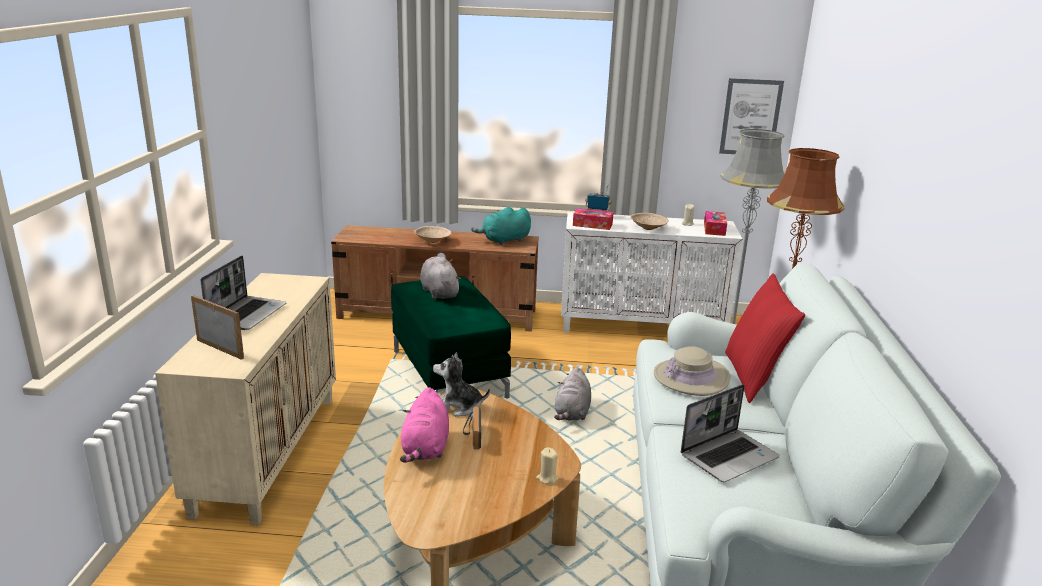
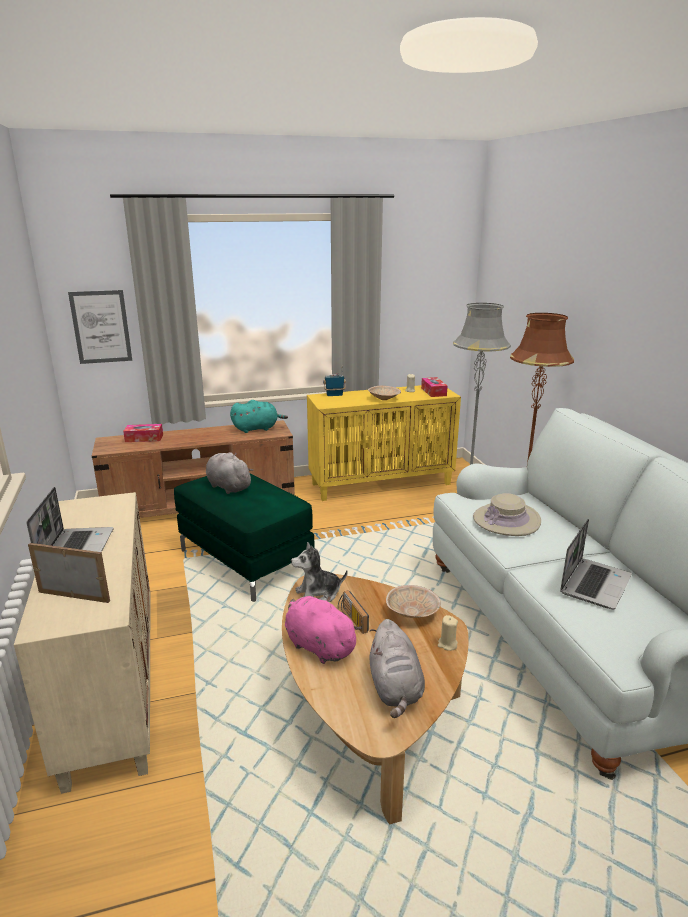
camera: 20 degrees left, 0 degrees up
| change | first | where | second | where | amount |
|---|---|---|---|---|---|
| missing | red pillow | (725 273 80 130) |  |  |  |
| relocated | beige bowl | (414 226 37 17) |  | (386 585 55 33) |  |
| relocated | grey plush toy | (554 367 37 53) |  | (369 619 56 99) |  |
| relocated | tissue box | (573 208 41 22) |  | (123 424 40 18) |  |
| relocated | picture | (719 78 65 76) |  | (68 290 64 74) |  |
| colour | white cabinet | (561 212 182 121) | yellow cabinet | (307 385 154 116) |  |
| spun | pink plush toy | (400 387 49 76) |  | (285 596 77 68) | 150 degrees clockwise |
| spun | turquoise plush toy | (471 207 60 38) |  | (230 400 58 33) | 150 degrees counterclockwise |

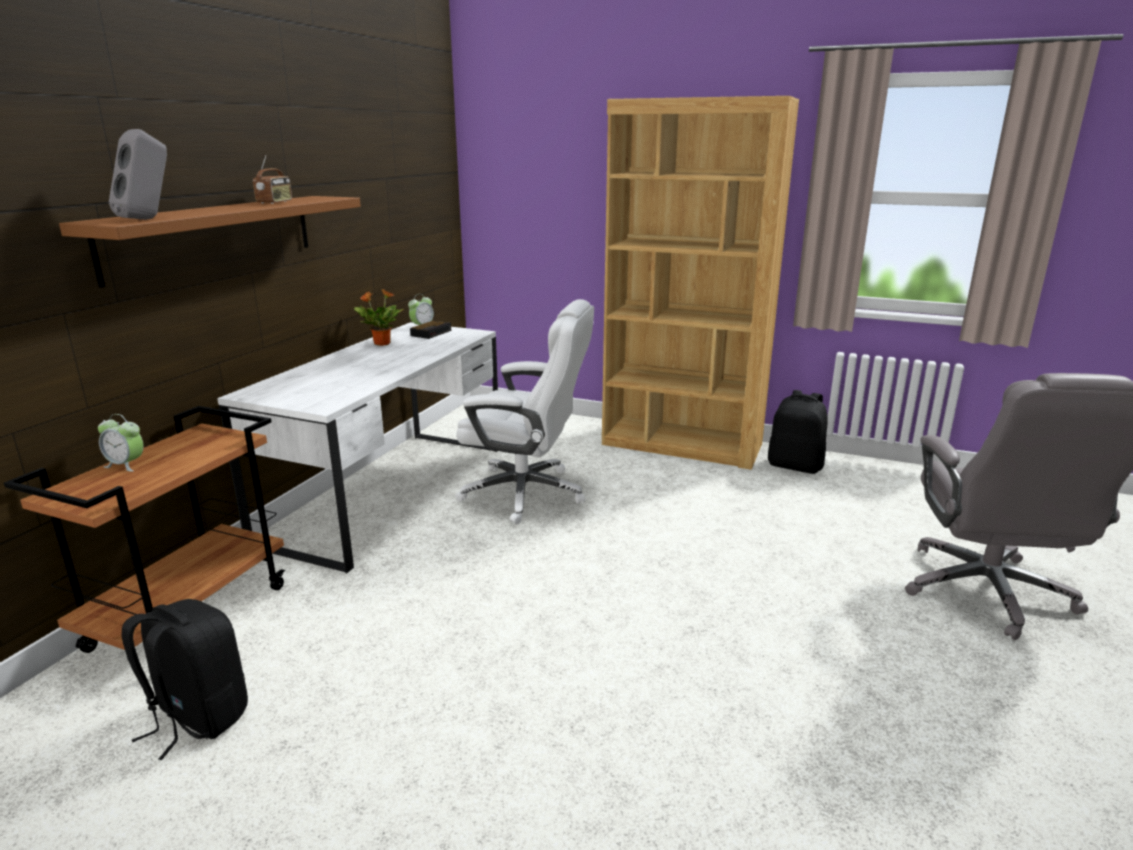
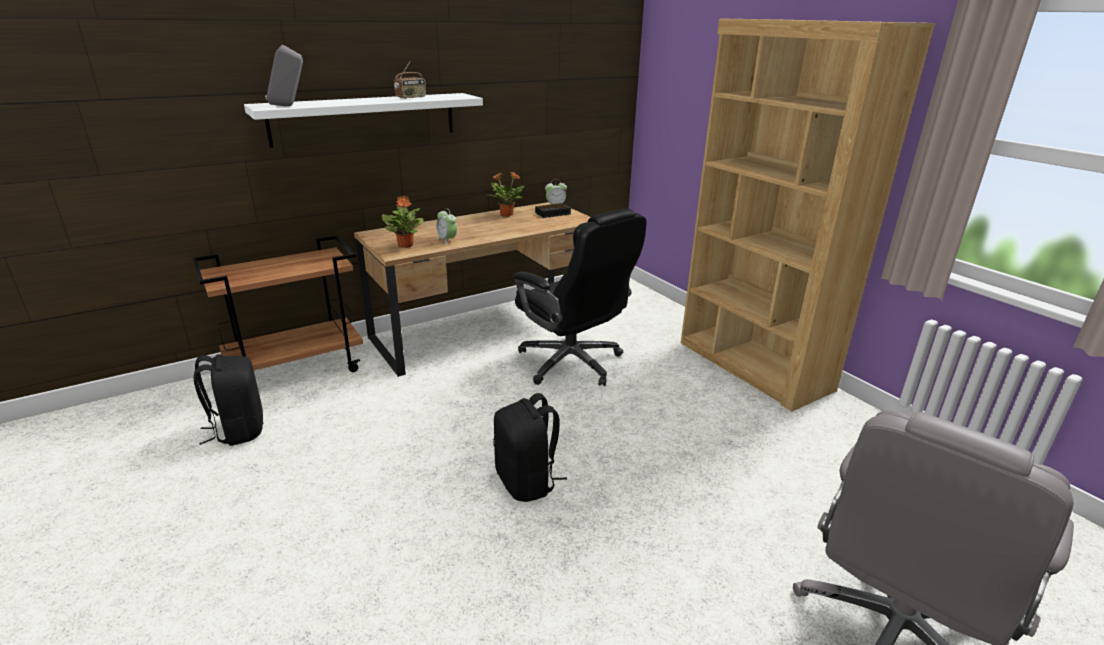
camera: 35 degrees right, 5 degrees up
| change | first | where | second | where | amount |
|---|---|---|---|---|---|
| appeared |  |  | potted plant | (382 196 42 52) |  |
| relocated | alarm clock | (98 414 46 58) |  | (436 208 21 37) |  |
| relocated | black backpack | (768 390 60 84) |  | (493 393 74 109) |  |
| colour | brown shelf | (59 196 302 92) | white shelf | (244 93 239 55) |  |
| colour | white desk | (217 322 281 251) | brown desk | (354 202 237 175) |  |
| colour | white office chair | (455 299 139 226) | black office chair | (513 208 134 178) |  |

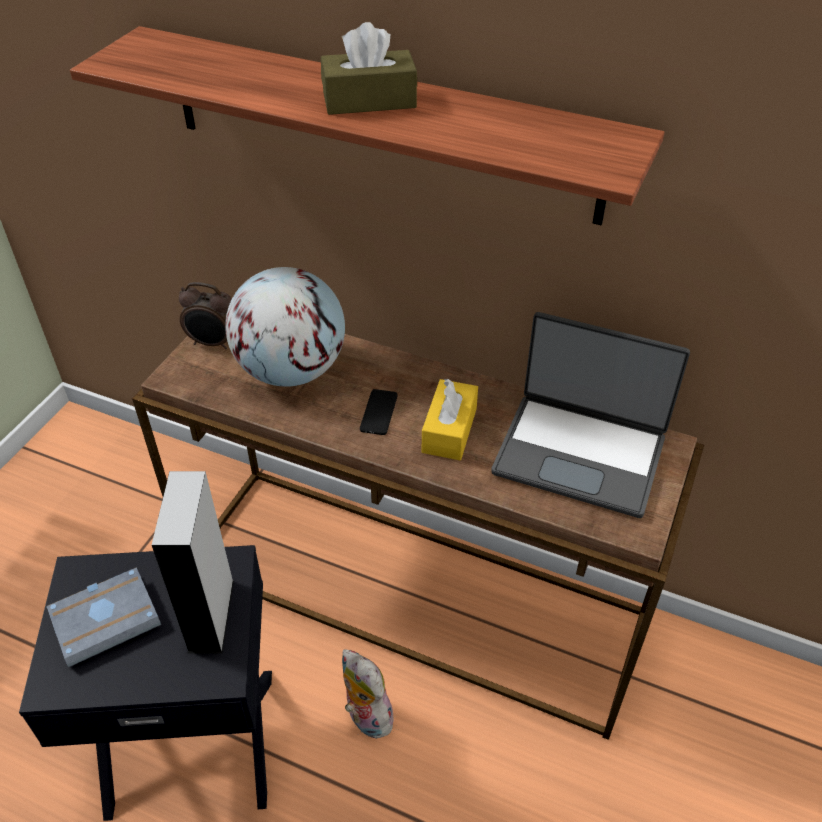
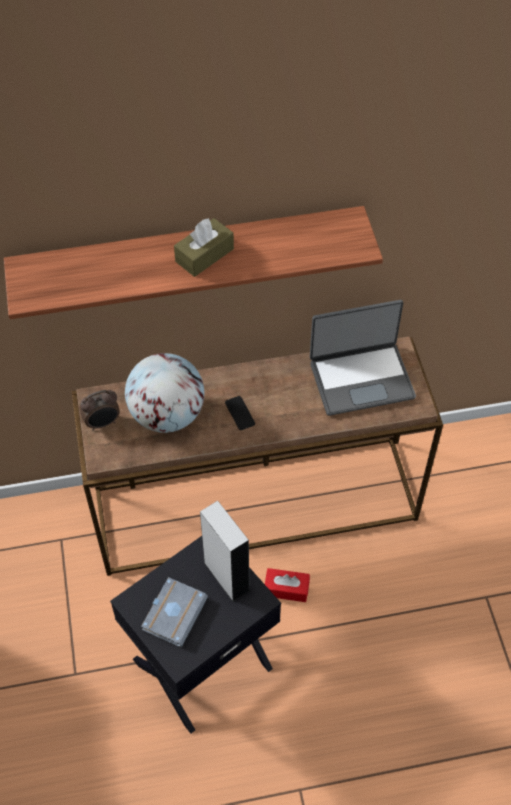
camera: 35 degrees left, 10 degrees up
| change | first | where | second | where | amount |
|---|---|---|---|---|---|
| missing | yellow tissue box | (422 379 56 81) |  |  |  |
| exchanged | plush toy | (342 649 56 90) | red tissue box | (265 568 45 34) |  |

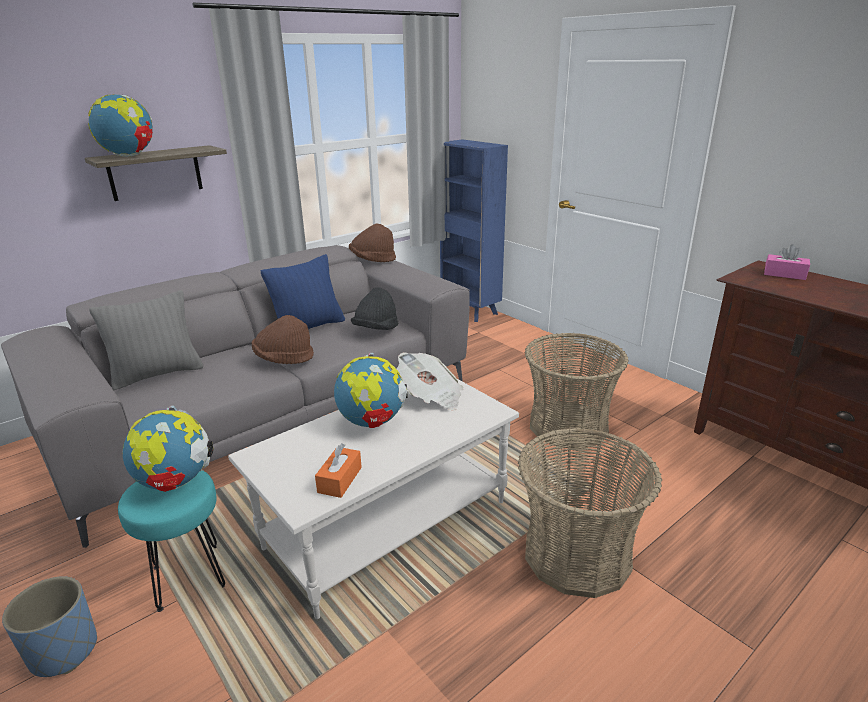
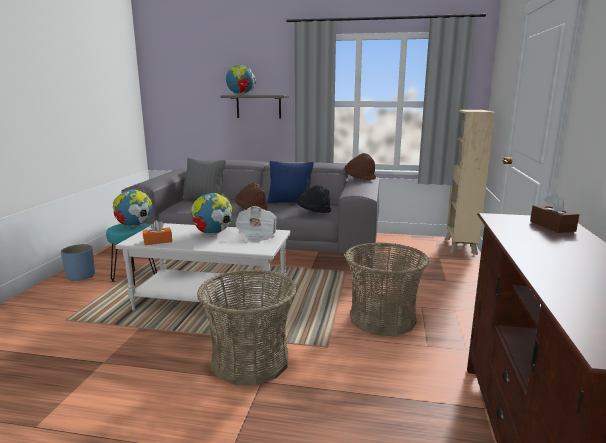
camera: 50 degrees right, 10 degrees down
| change | first | where | second | where | amount |
|---|---|---|---|---|---|
| colour | blue bookcase | (440 139 68 183) | beige bookcase | (445 110 50 145) |  |
| colour | pink tissue box | (764 244 46 36) | brown tissue box | (530 193 49 40) |  |

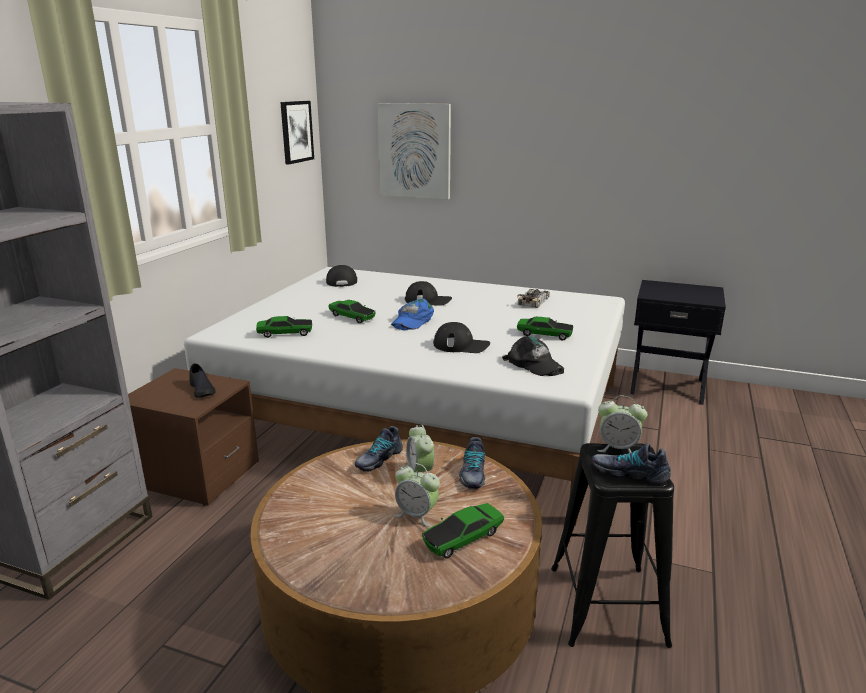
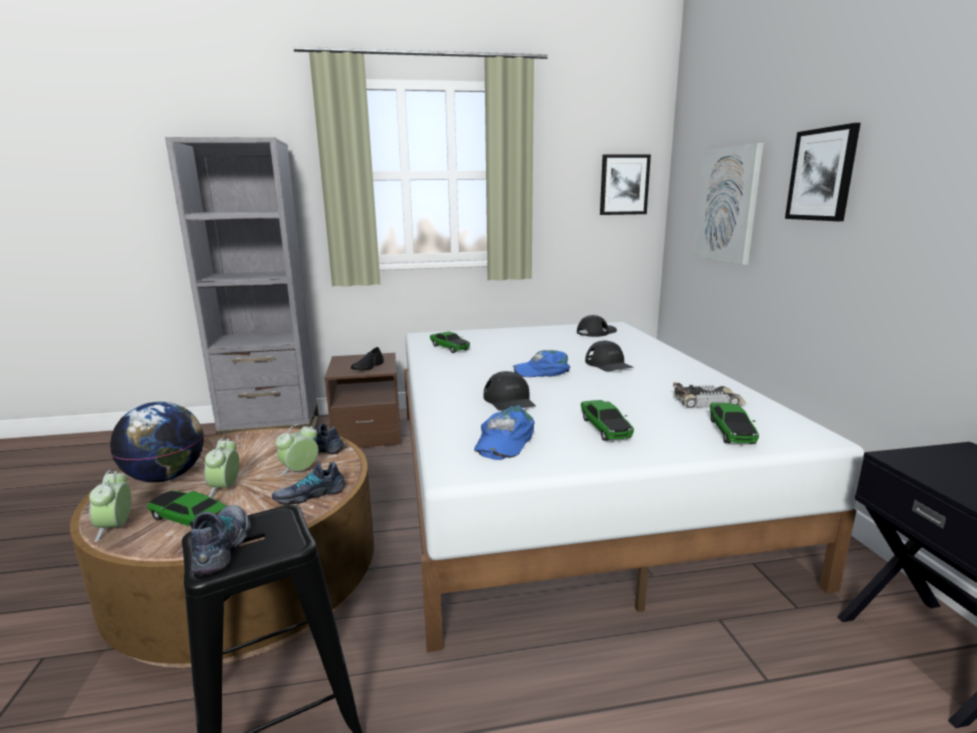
camera: 60 degrees right, 5 degrees down
| change | first | where | second | where | amount |
|---|---|---|---|---|---|
| appeared |  |  | globe | (110 401 94 81) |  |
| appeared |  |  | picture | (785 123 76 98) |  |
| relocated | toy car | (328 300 48 23) |  | (710 403 49 41) |  |
| relocated | alarm clock | (598 396 49 57) |  | (89 470 42 72) |  |
| colour | black cap | (502 336 62 40) | blue cap | (474 405 60 55) |  |

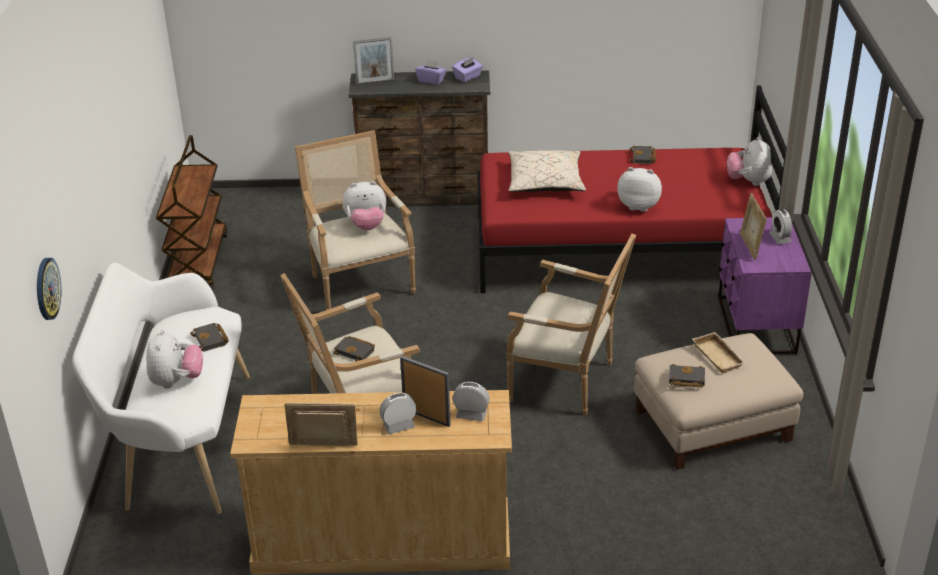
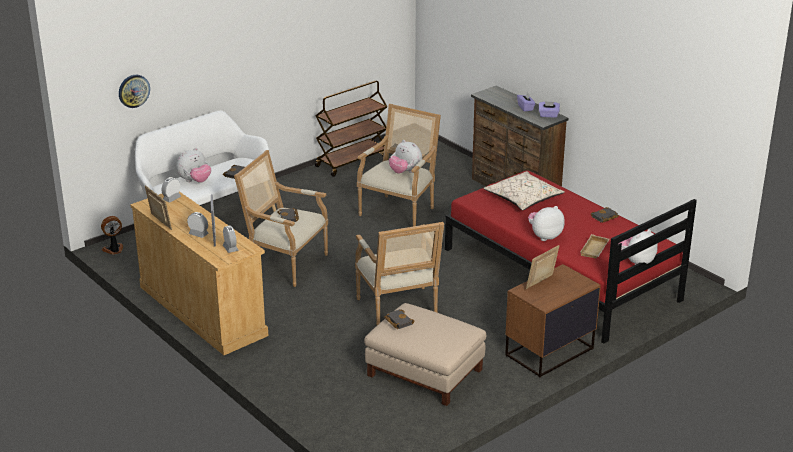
camera: 50 degrees right, 5 degrees down
| change | first | where | second | where | amount |
|---|---|---|---|---|---|
| missing | picture frame | (353 37 41 48) |  |  |  |
| appeared |  |  | fan | (101 216 22 39) |  |
| relocated | beige tray | (692 332 55 42) |  | (580 234 29 24) |  |
| relocated | alarm clock | (769 209 23 35) |  | (162 177 19 25) |  |
| colour | purple nightstand | (718 217 94 137) | brown nightstand | (505 264 96 114) |  |
| spun | plush toy | (617 167 45 45) |  | (528 206 37 35) | 90 degrees counterclockwise |

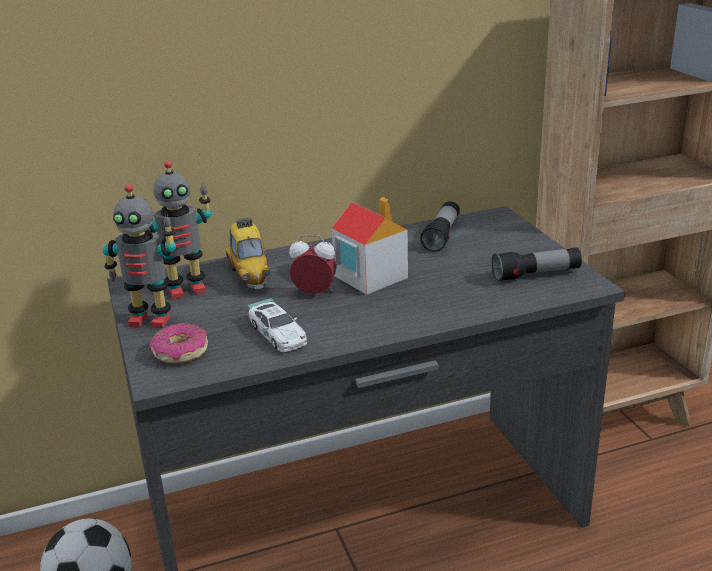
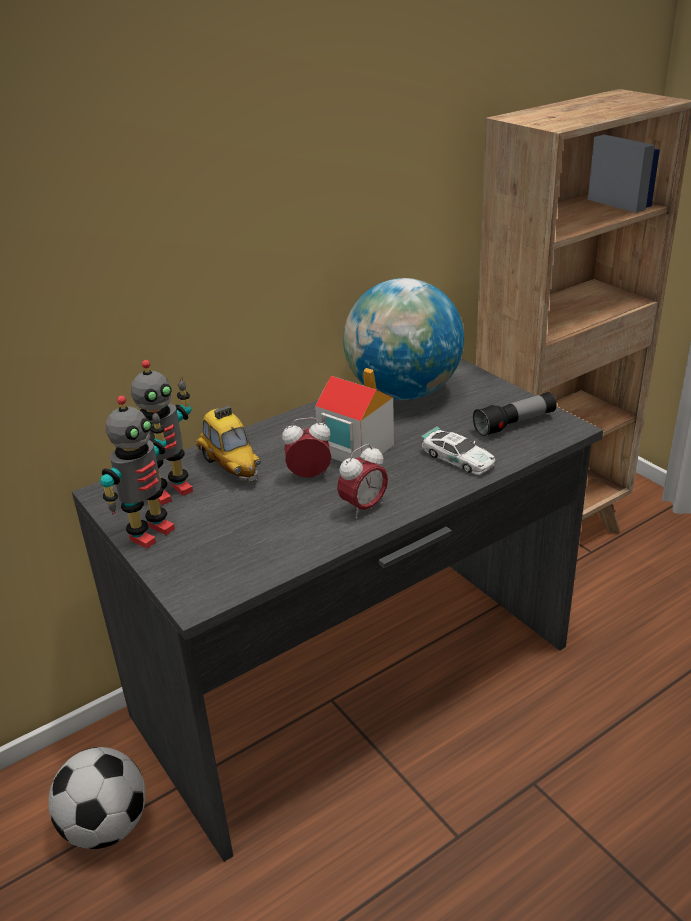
camera: 15 degrees left, 5 degrees up
| change | first | where | second | where | amount |
|---|---|---|---|---|---|
| missing | donut | (149 323 59 40) |  |  |  |
| appeared |  |  | alarm clock | (337 444 51 75) |  |
| relocated | toy car | (248 298 59 54) |  | (421 427 75 48) |  |
| exchanged | flashlight | (420 201 40 51) | globe | (343 278 121 122) |  |
| spun | toy robot | (103 184 73 144) |  | (100 395 75 154) | 45 degrees counterclockwise |

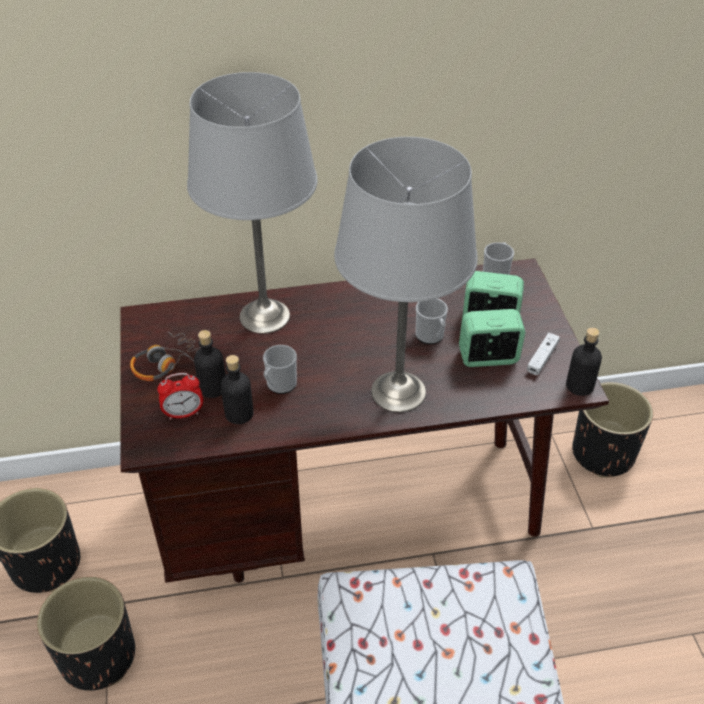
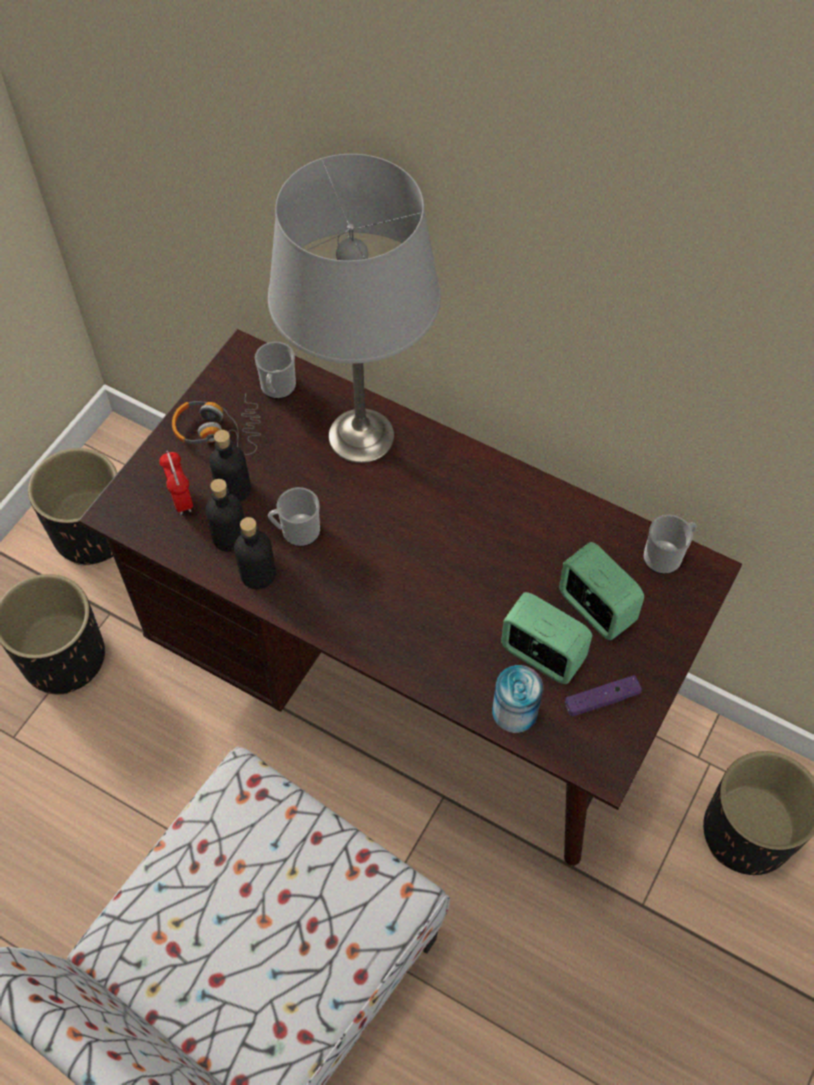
camera: 40 degrees right, 15 degrees up
| change | first | where | second | where | amount |
|---|---|---|---|---|---|
| missing | grey table lamp | (334 137 144 275) |  |  |  |
| appeared |  |  | can | (492 665 51 68) |  |
| relocated | mug | (416 299 32 45) |  | (255 342 41 57) |  |
| relocated | black bottle | (566 327 36 69) |  | (234 517 42 72) |  |
| colour | white game controller | (527 333 33 42) | purple game controller | (565 675 77 42) |  |
| spun | alarm clock | (157 373 46 47) |  | (159 451 34 64) | 45 degrees clockwise |

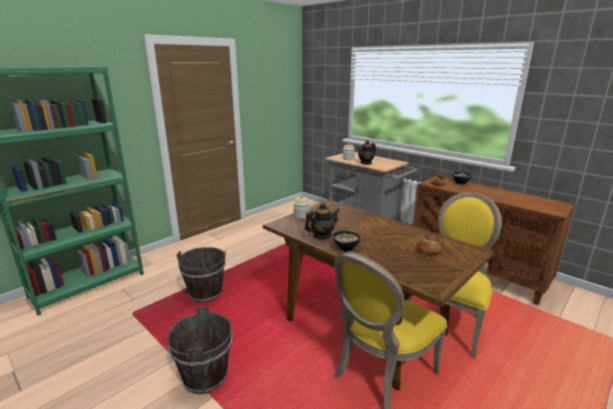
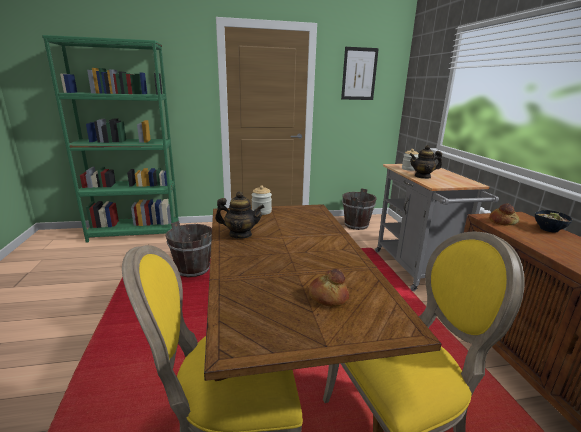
camera: 35 degrees right, 0 degrees up
| change | first | where | second | where | amount |
|---|---|---|---|---|---|
| missing | bowl | (334 231 26 20) |  |  |  |
| appeared |  |  | picture | (341 47 38 53) |  |
| relocated | brown bucket | (167 306 66 88) |  | (342 188 35 42) |  |

